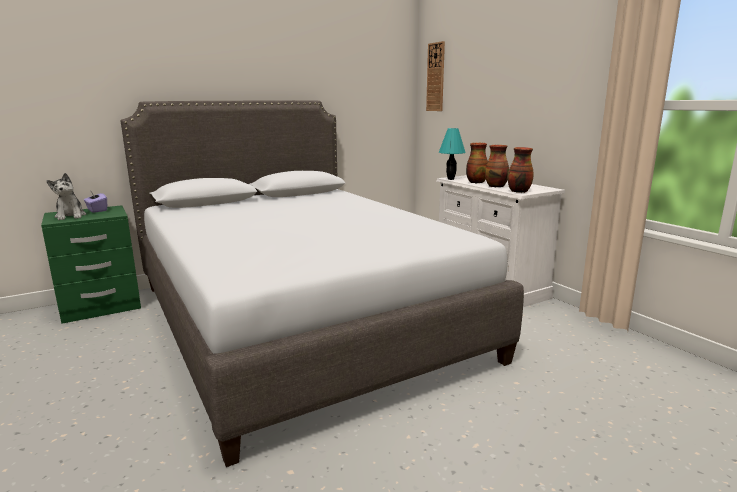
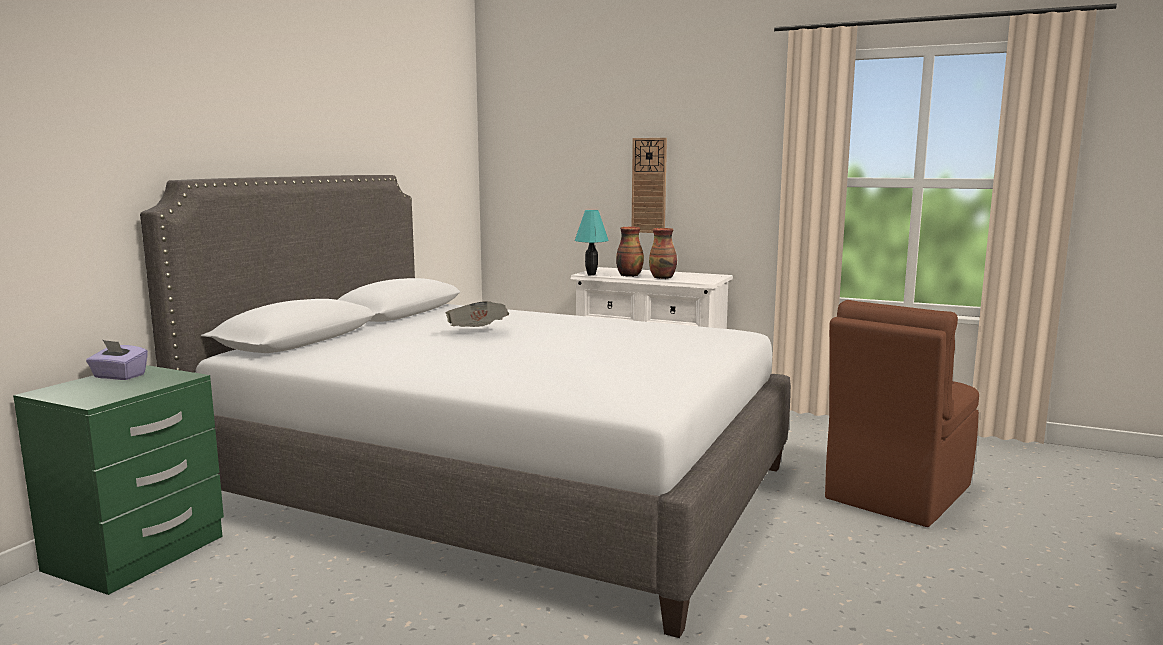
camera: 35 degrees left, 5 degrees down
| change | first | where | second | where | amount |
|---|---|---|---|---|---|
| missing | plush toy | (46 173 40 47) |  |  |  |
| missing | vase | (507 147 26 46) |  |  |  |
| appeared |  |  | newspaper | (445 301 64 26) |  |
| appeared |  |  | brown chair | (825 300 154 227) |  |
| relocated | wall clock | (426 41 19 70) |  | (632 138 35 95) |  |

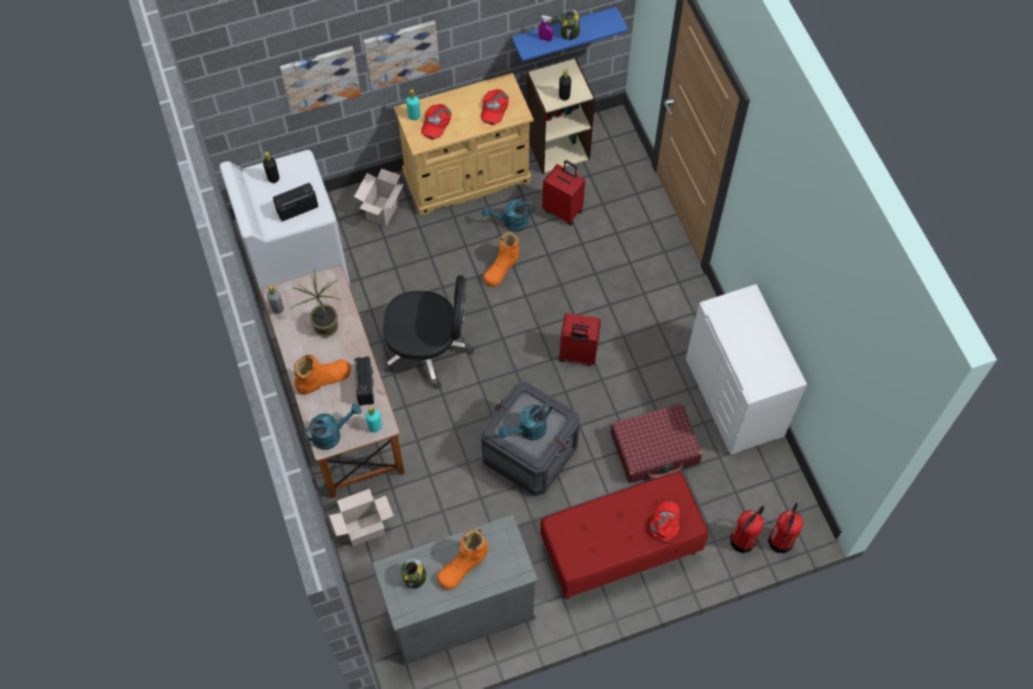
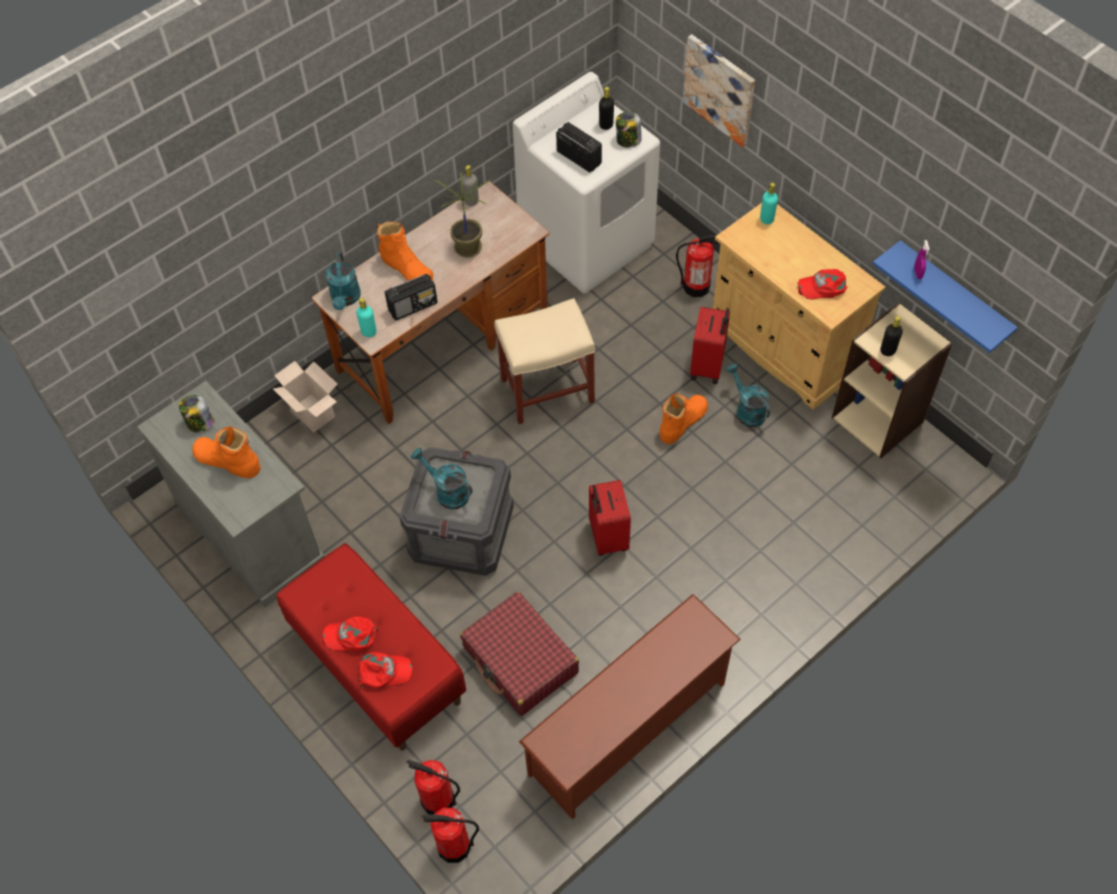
camera: 70 degrees right, 5 degrees down
| change | first | where | second | where | amount |
|---|---|---|---|---|---|
| missing | picture | (363 20 77 70) |  |  |  |
| relocated | red cap | (421 104 31 36) |  | (323 617 55 34) |  |
| relocated | red suitcase | (542 160 43 66) |  | (690 307 40 77) |  |
| relocated | jar | (560 9 20 31) |  | (616 111 25 37) |  |
| exchanged | cardboard box | (354 169 50 57) | fire extinguisher | (676 235 43 62) |  |
| exchanged | black office chair | (383 275 91 114) | beige stool | (494 298 101 126) |  |
| exchanged | white dresser | (686 284 121 171) | brown shoe rack | (519 594 222 226) |  |
| spun | turquoise watering can | (303 404 58 46) |  | (326 253 35 57) | 45 degrees clockwise |
| spun | orange boot | (483 231 37 56) |  | (660 393 48 51) | 120 degrees clockwise |

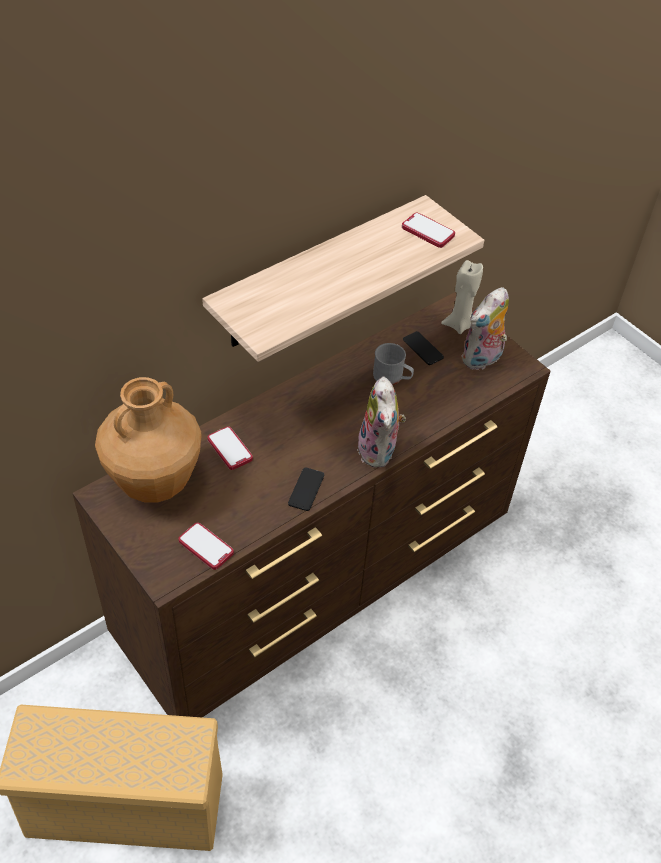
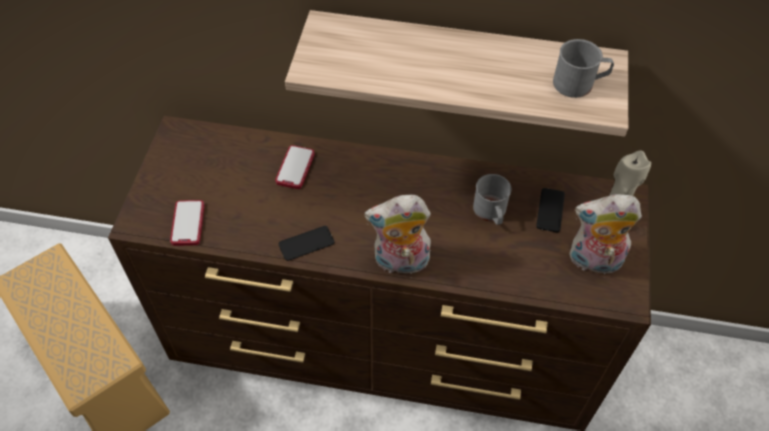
camera: 50 degrees right, 5 degrees up
| change | first | where | second | where | amount |
|---|---|---|---|---|---|
| missing | brown vase | (95 377 107 126) |  |  |  |
| exchanged | phone | (402 213 53 35) | grey mug | (553 39 61 59) |  |
| spun | plush toy | (357 376 49 92) |  | (364 195 67 79) | 45 degrees clockwise |

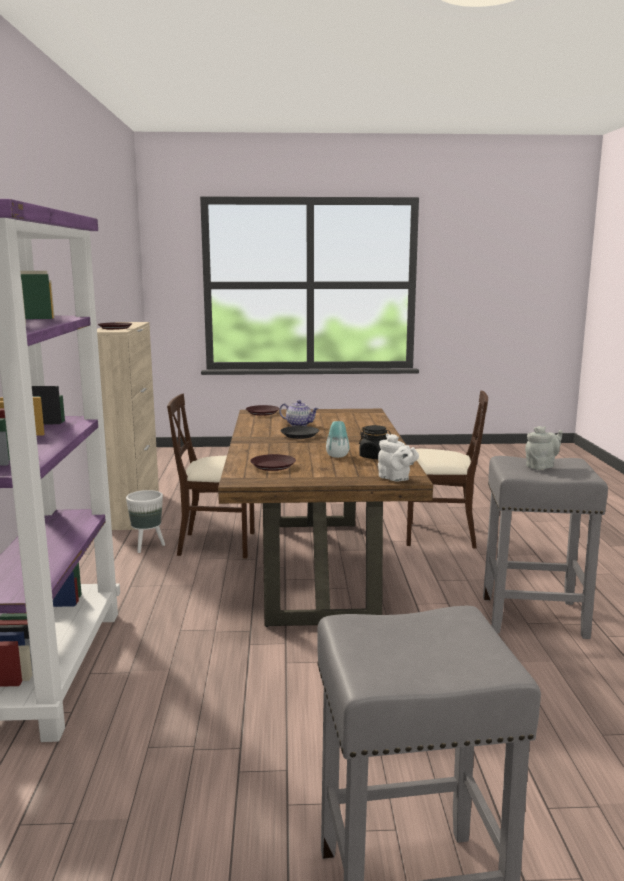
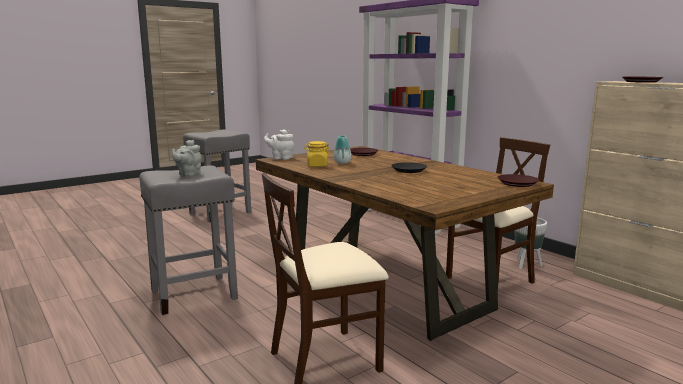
camera: 145 degrees right, 0 degrees up
| change | first | where | second | where | amount |
|---|---|---|---|---|---|
| missing | teapot | (279 400 40 26) |  |  |  |
| colour | black jar | (359 425 32 34) | yellow jar | (304 141 26 26) |  |

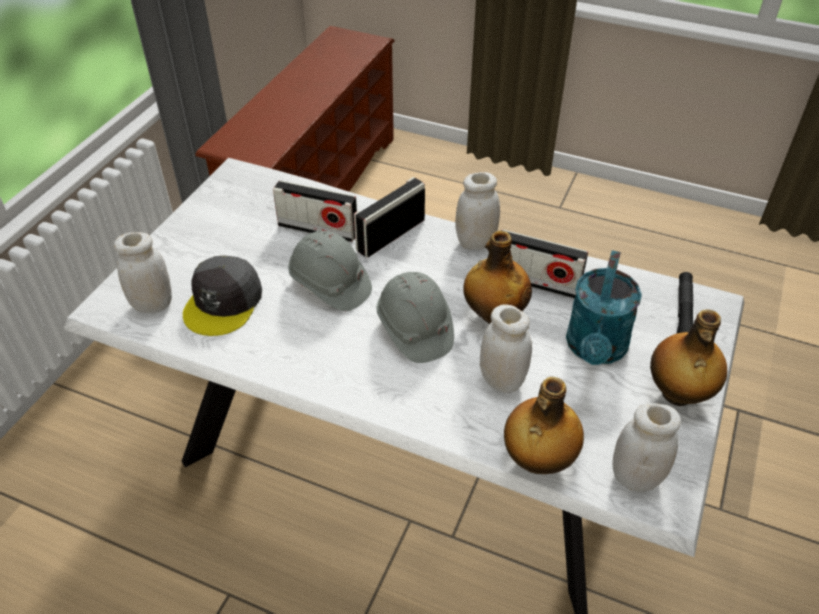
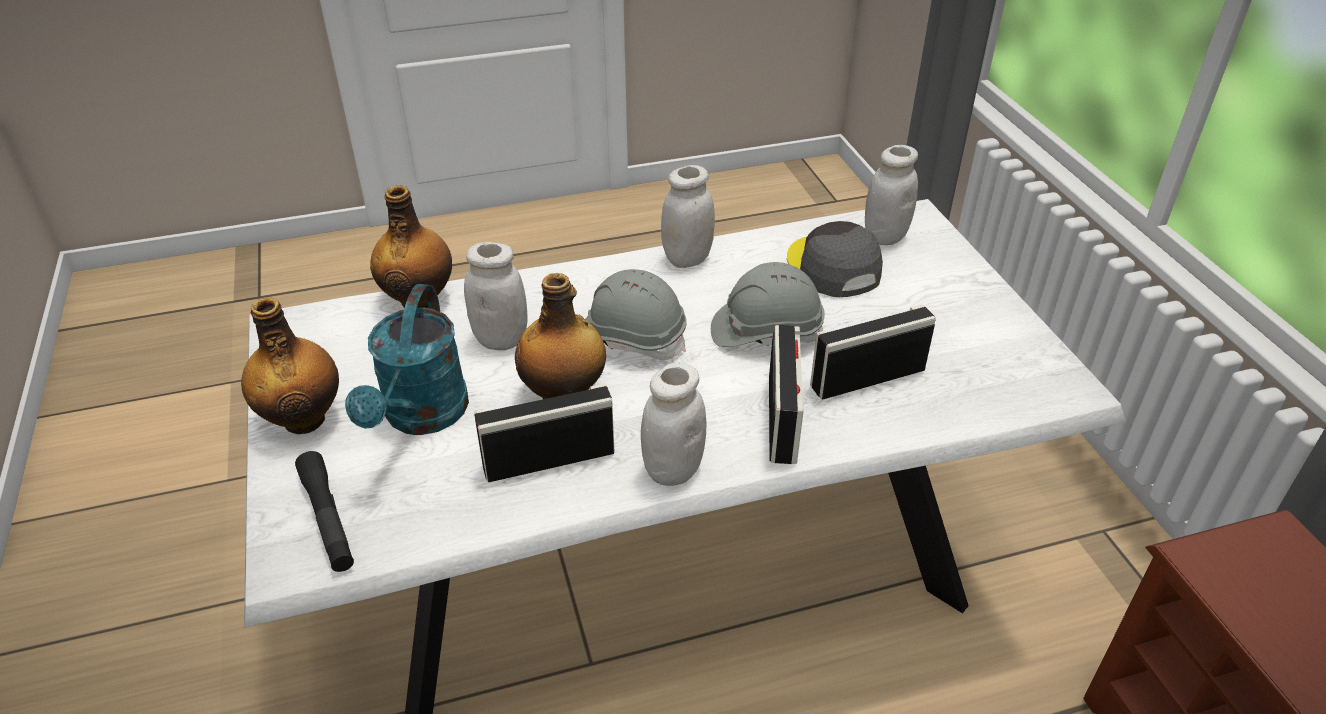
camera: 140 degrees right, 5 degrees down
| change | first | where | second | where | amount |
|---|---|---|---|---|---|
| relocated | white jar | (612 403 69 88) |  | (661 165 54 103) |  |
| spun | turquoise watering can | (566 250 76 115) |  | (345 284 124 151) | 150 degrees counterclockwise |

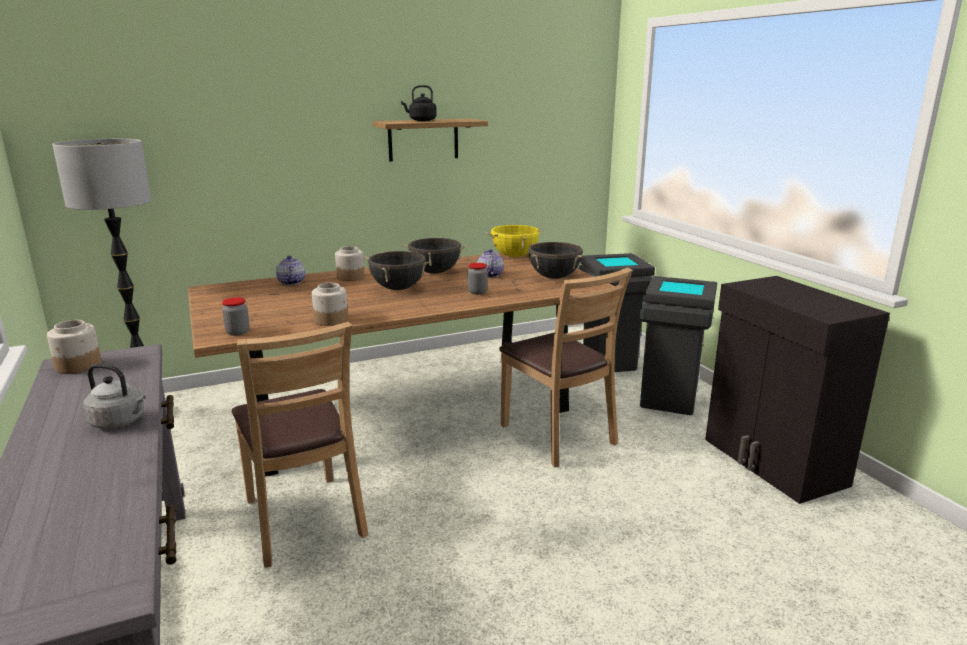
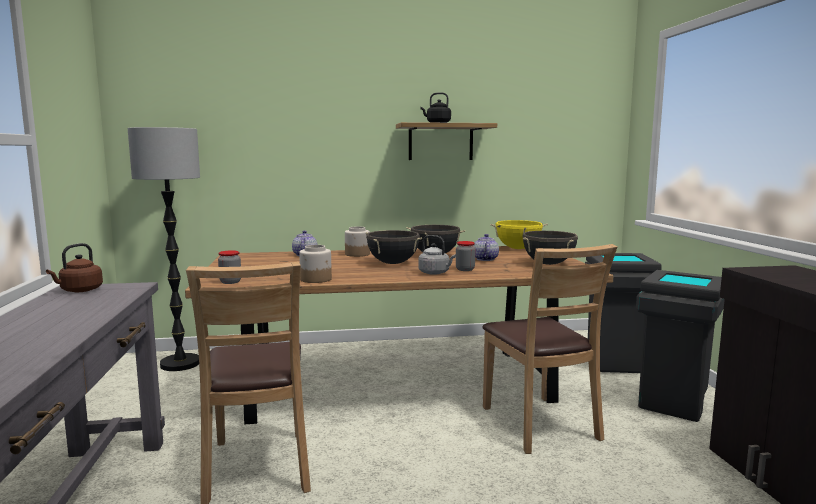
camera: 15 degrees right, 10 degrees down
| change | first | where | second | where | amount |
|---|---|---|---|---|---|
| relocated | grey kettle | (83 364 63 65) |  | (418 235 38 40) |  |
| exchanged | jar | (47 320 55 54) | brown kettle | (46 243 57 49) |  |

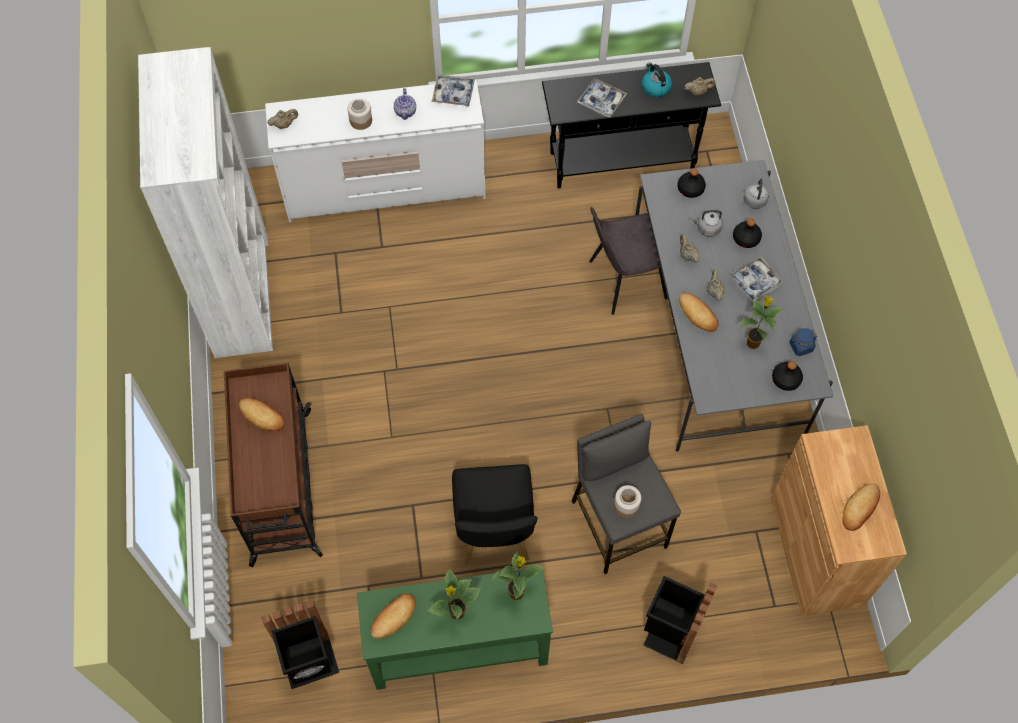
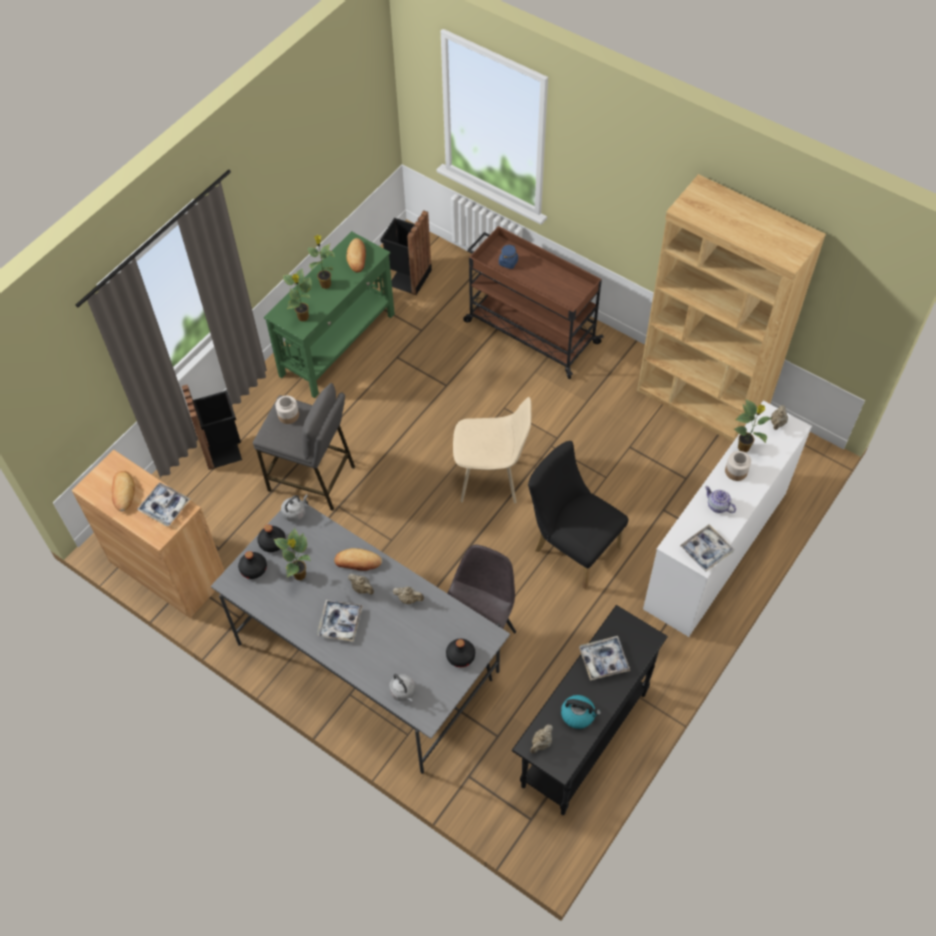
camera: 135 degrees right, 5 degrees down
| change | first | where | second | where | amount |
|---|---|---|---|---|---|
| missing | bread | (239 398 46 33) |  |  |  |
| appeared |  |  | tray | (137 483 54 43) |  |
| appeared |  |  | beige chair | (453 397 78 106) |  |
| appeared |  |  | potted plant | (734 399 38 53) |  |
| relocated | black chair | (452 464 85 101) |  | (528 441 100 148) |  |
| relocated | grey kettle | (692 210 31 27) |  | (281 494 27 28) |  |
| relocated | black bottle | (733 219 29 29) |  | (257 525 29 27) |  |
| relocated | blue jar | (789 328 28 28) |  | (499 244 19 25) |  |
| colour | white bookcase | (138 47 135 311) | brown bookcase | (637 174 189 268) |  |

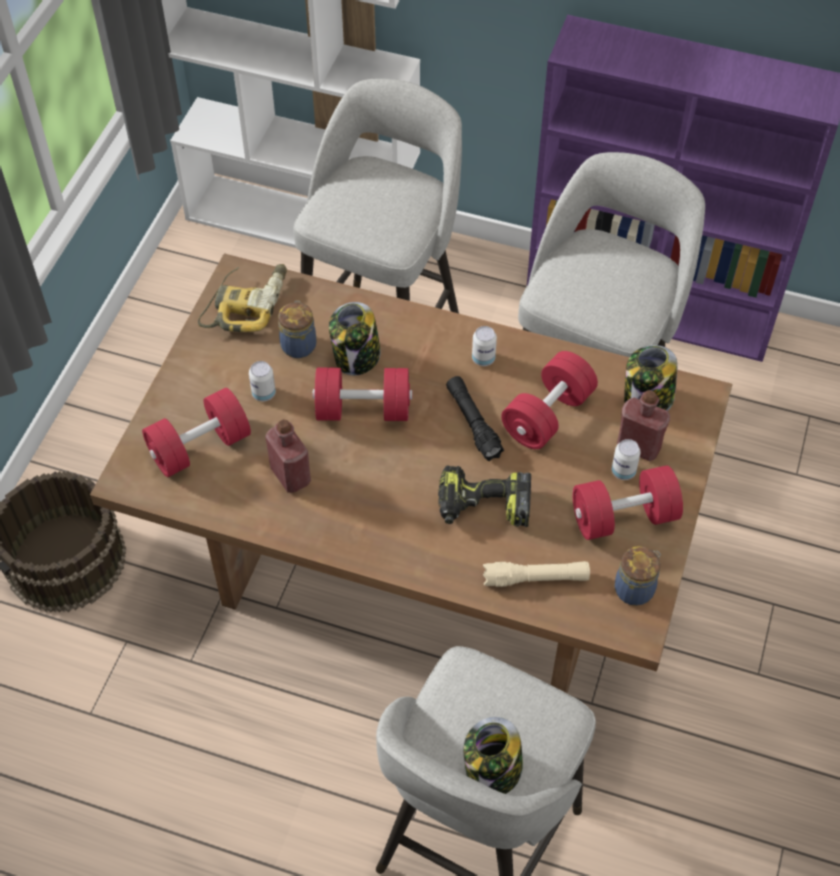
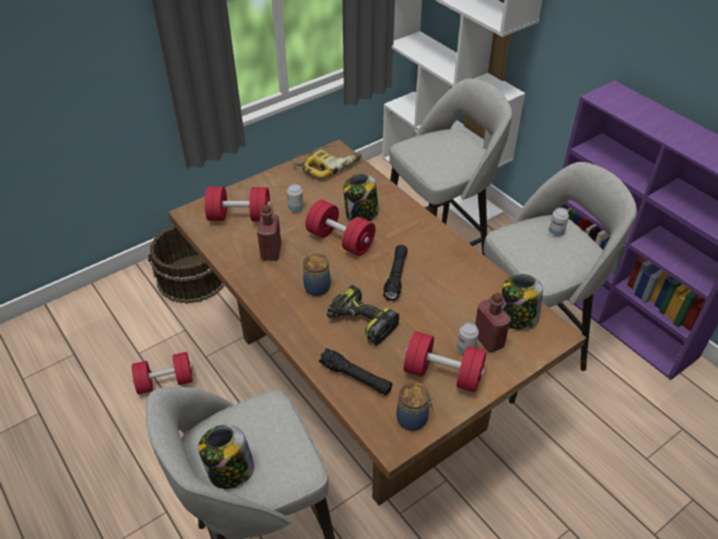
camera: 35 degrees right, 10 degrees down
| change | first | where | second | where | amount |
|---|---|---|---|---|---|
| relocated | jar | (278 301 39 57) |  | (303 254 28 42) |  |
| relocated | can | (472 326 25 40) |  | (549 208 20 28) |  |
| relocated | red dumbbell | (501 351 97 98) |  | (132 352 61 43) |  |
| colour | beige flashlight | (483 561 107 26) | black flashlight | (319 348 73 47) |  |

